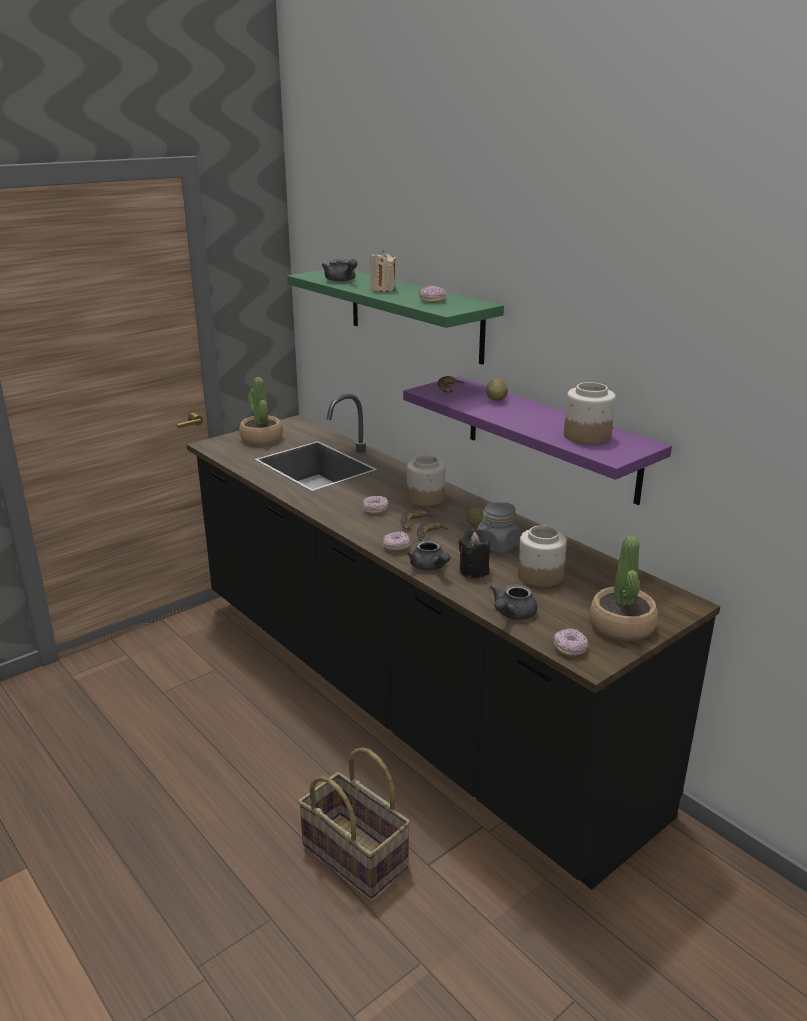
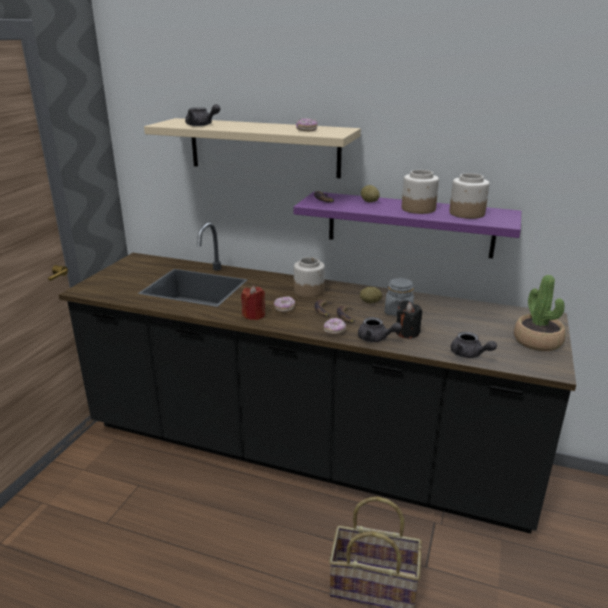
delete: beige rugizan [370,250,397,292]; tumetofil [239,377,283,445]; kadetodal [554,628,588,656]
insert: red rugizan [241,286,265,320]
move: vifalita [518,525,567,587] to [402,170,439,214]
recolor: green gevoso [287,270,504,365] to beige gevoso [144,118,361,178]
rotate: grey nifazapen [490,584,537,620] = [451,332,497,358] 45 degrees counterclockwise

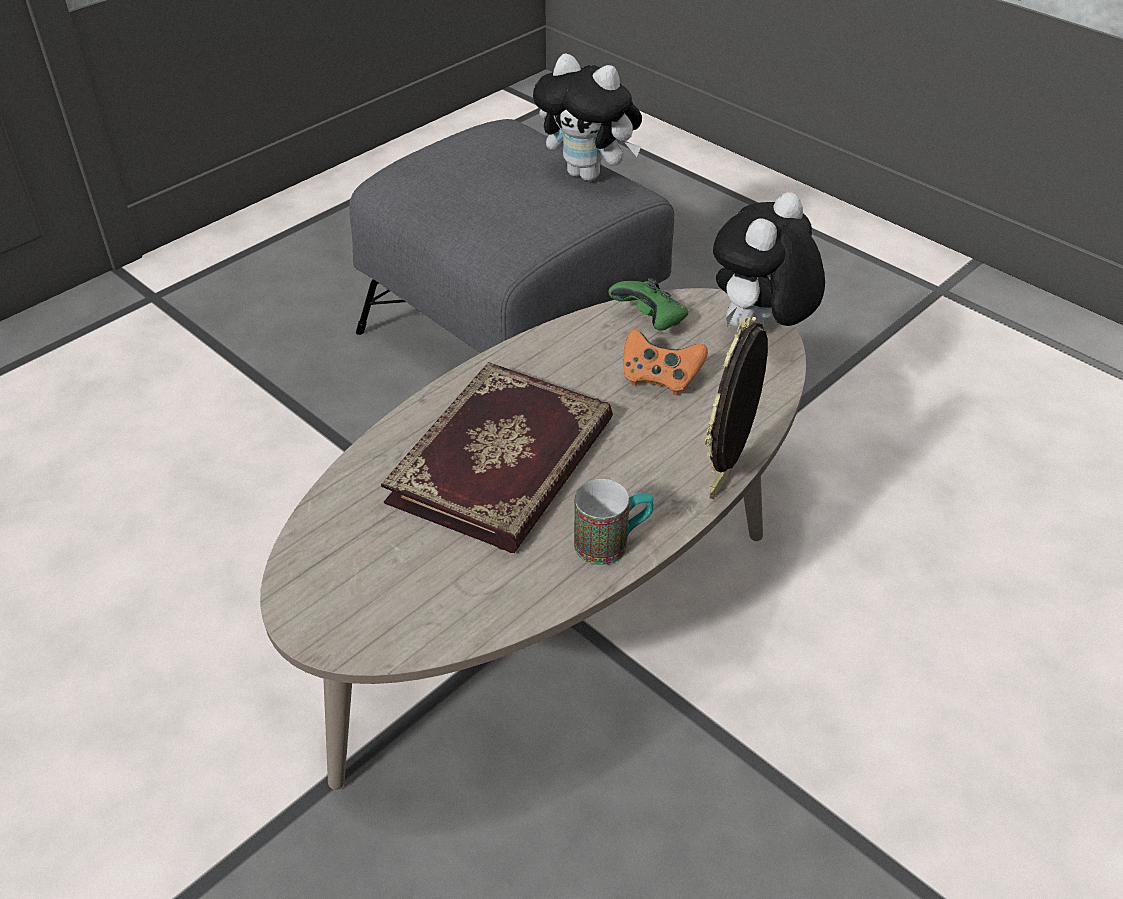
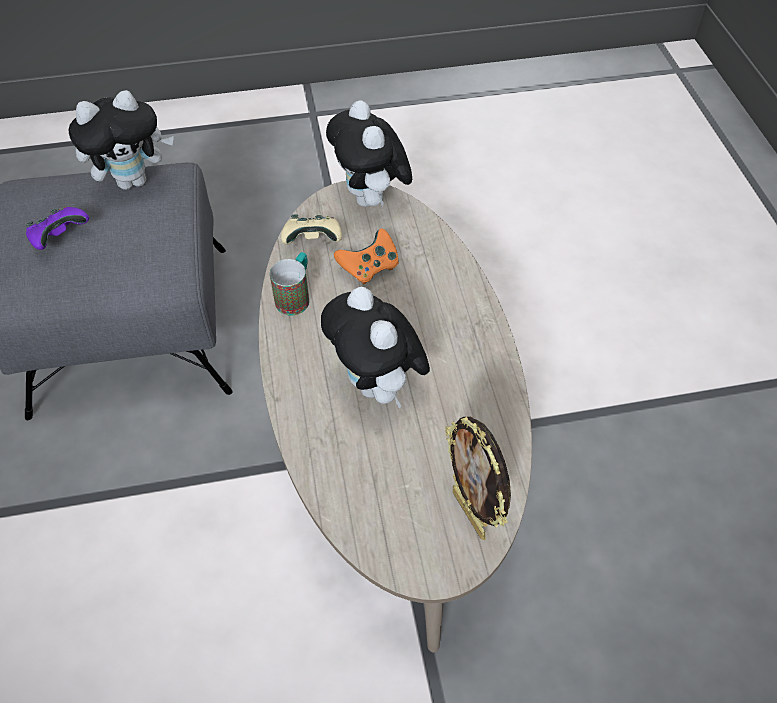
insert: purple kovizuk [26,207,89,250]
move: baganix [705,317,768,499] to [445,417,511,540]; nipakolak [574,479,653,565] to [270,252,309,315]
replace: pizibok [381,362,613,553] to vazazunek [321,287,430,409]
recolor: green kovizuk [609,278,689,331] to beige kovizuk [281,214,342,244]

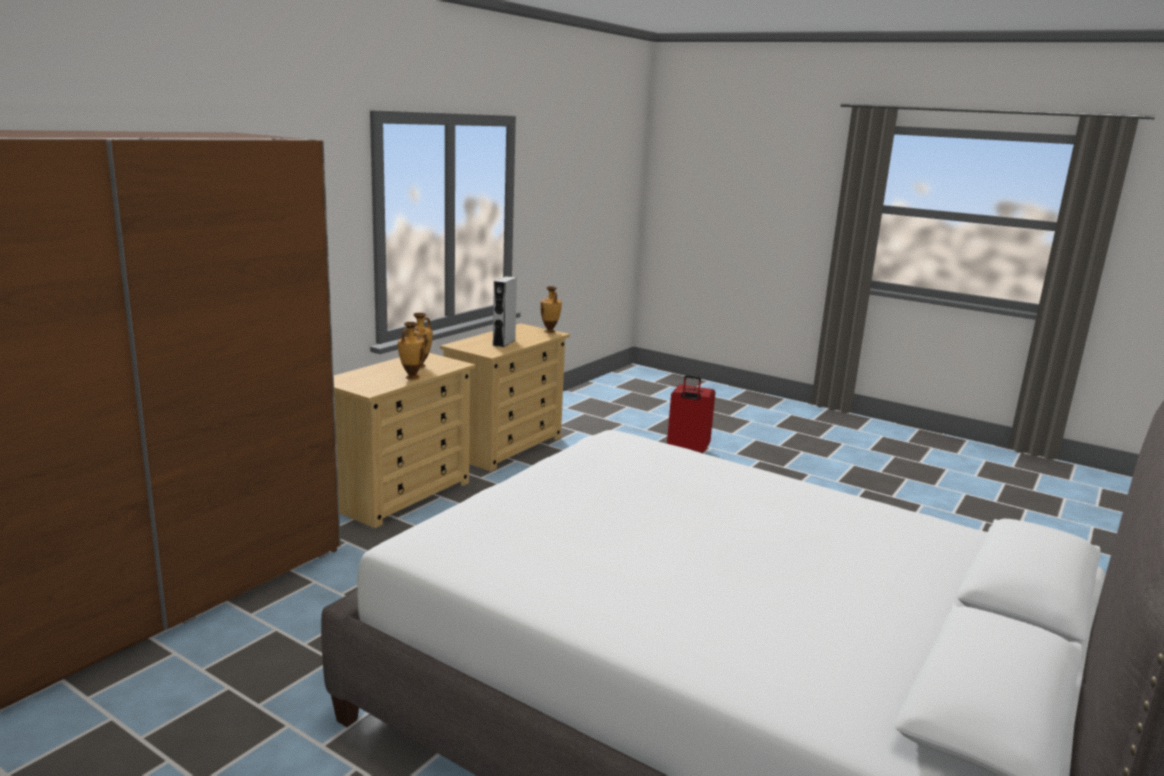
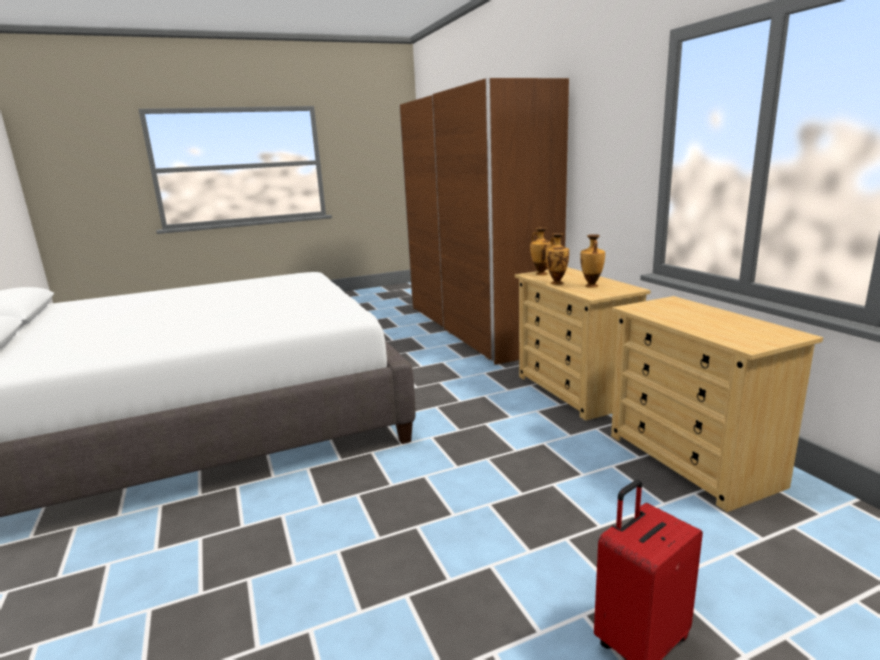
delete: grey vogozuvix [492,276,517,347]
move: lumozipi [540,286,562,333] to [530,227,551,275]

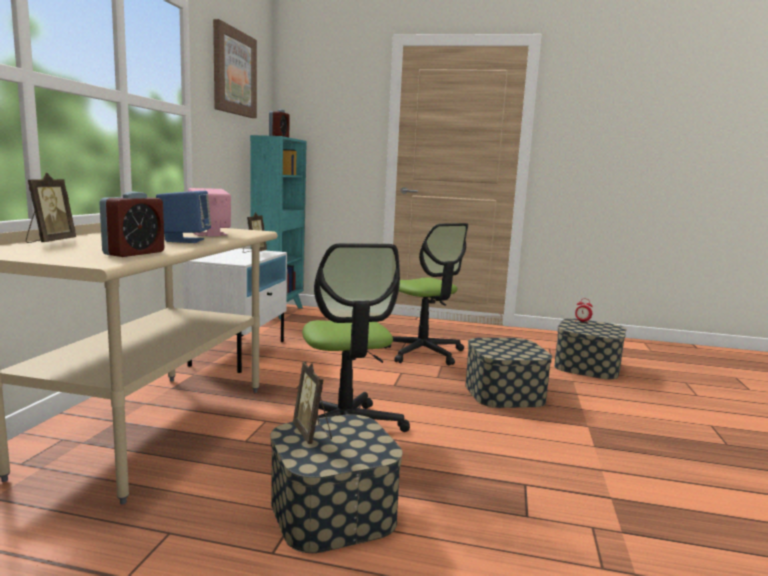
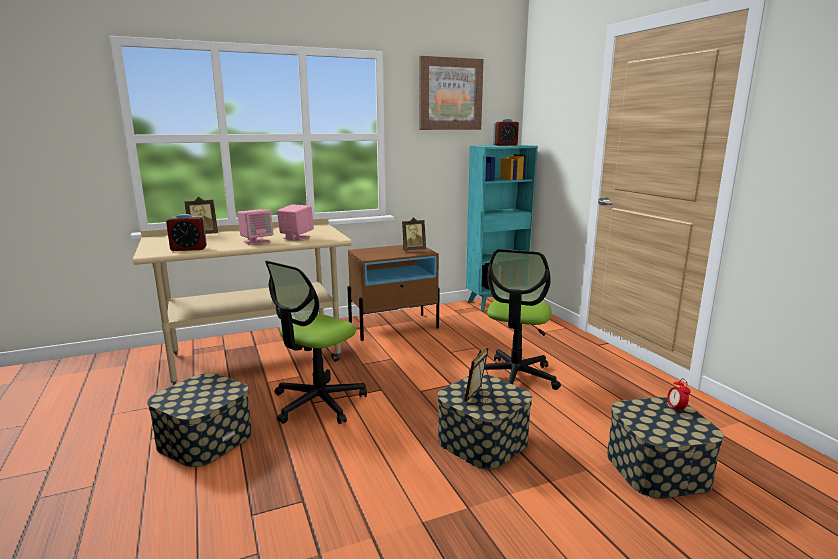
move: baganix [293,362,332,444] to [464,347,493,405]
recolor: blue vogozuvix [156,191,211,243] to pink vogozuvix [237,209,274,245]; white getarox [183,248,287,373] to brown getarox [347,245,440,341]

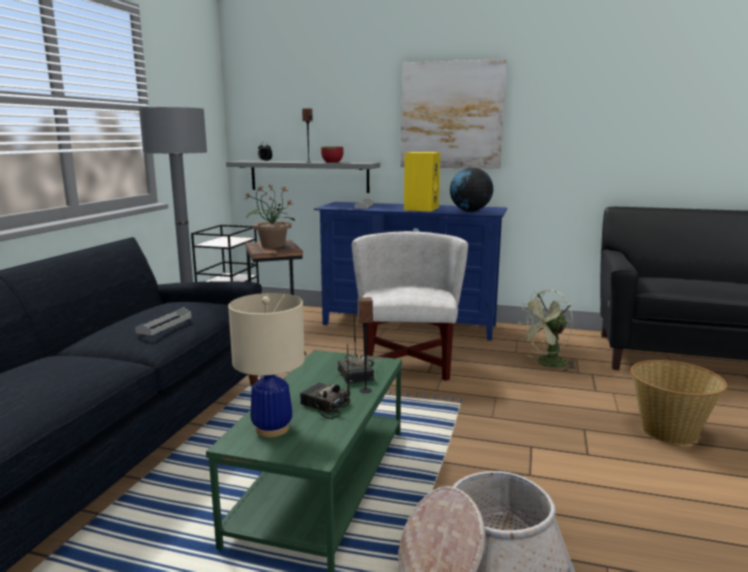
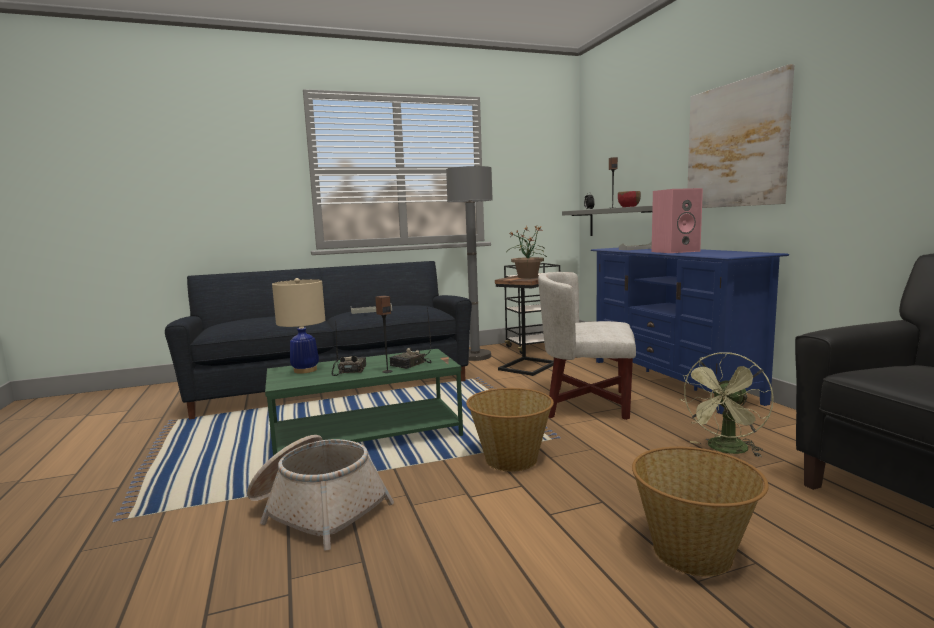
delete: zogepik [450,168,493,212]
insert: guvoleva [466,388,554,471]
recolor: yellow vogozuvix [404,152,440,212] to pink vogozuvix [652,188,703,253]
rotate: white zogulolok [352,231,468,381] = [538,272,636,420] 135 degrees counterclockwise; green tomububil [518,290,575,371] = [679,352,774,457] 75 degrees counterclockwise

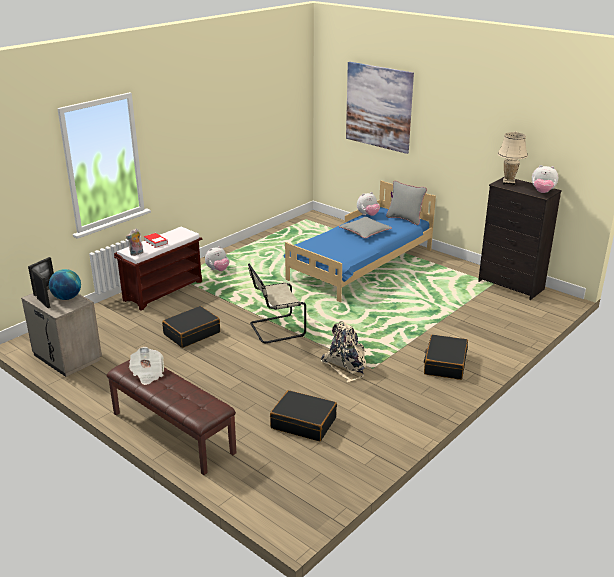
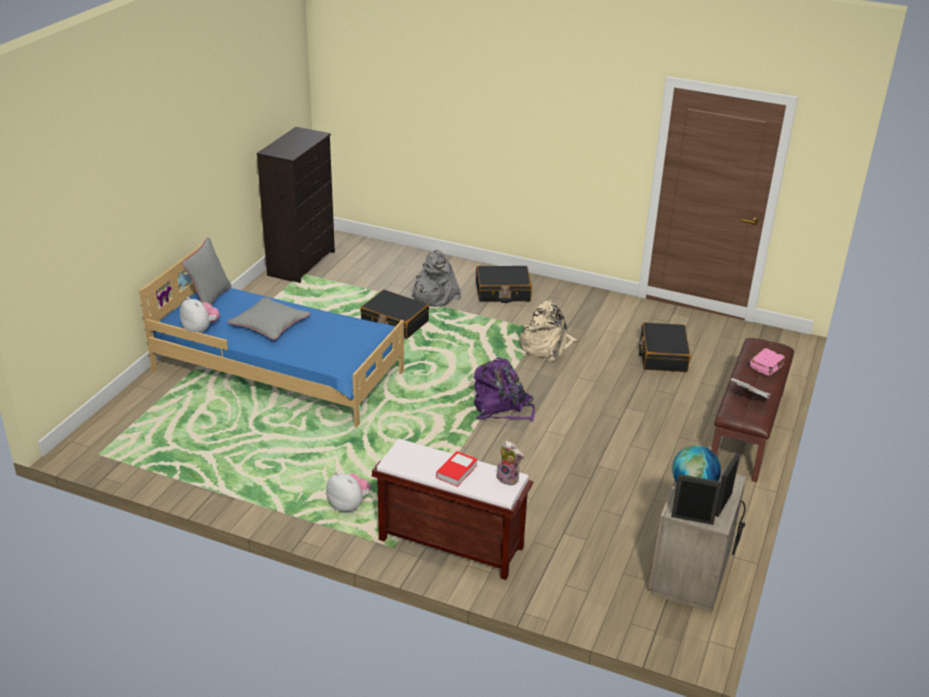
delete: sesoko [346,62,414,154]; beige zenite [497,131,528,185]; vazazunek [532,165,558,193]
insert: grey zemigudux [411,250,461,307]; pink pizibok [750,348,785,376]
move: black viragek [162,306,220,348] to [360,290,429,339]
replace: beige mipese [248,263,306,343] to purple zemigudux [474,357,535,421]

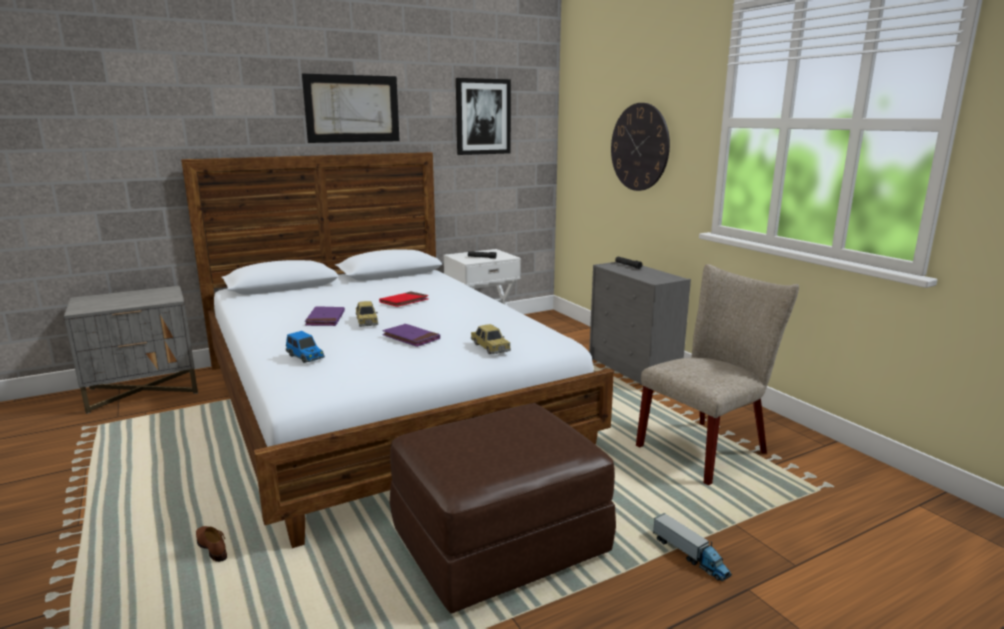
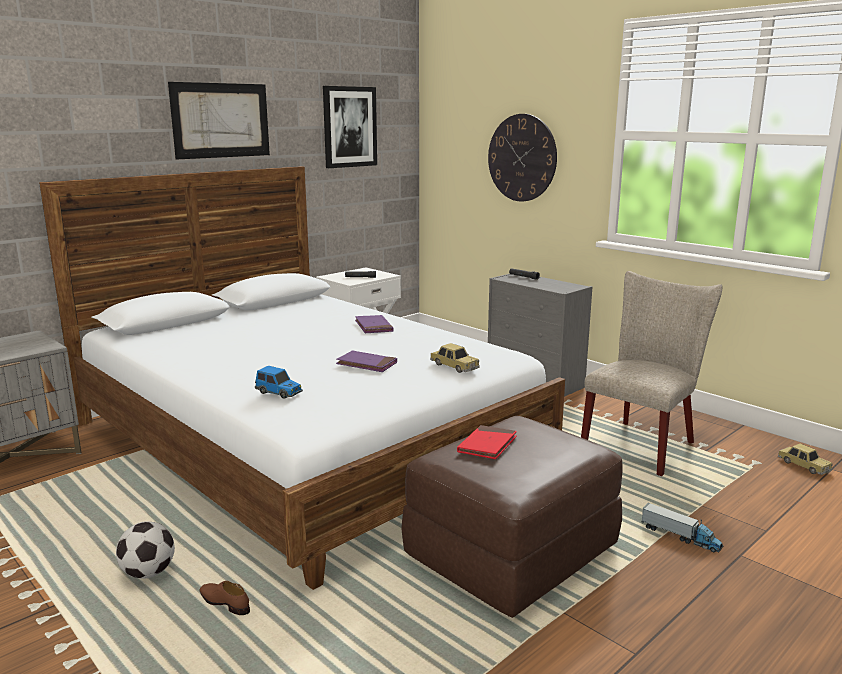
insert: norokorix [116,521,175,579]
move: red pizibok [379,291,428,307] to [457,425,517,459]; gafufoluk [356,301,378,327] to [778,444,833,475]; purple pizibok [305,306,345,326] to [355,315,394,333]

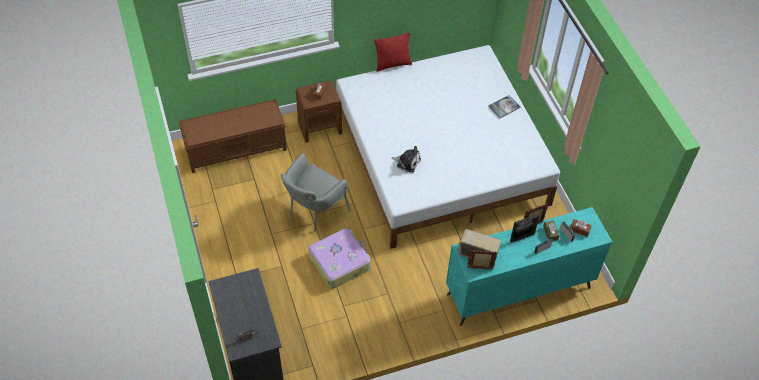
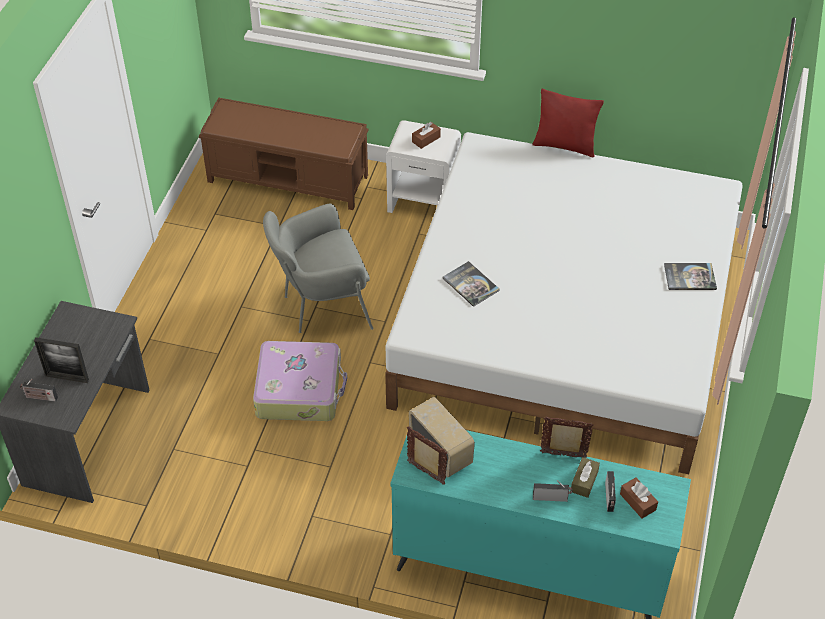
move: baganix [510,214,539,243] to [34,337,89,383]
replace: vazazunek [391,146,421,173] to pizibok [442,261,500,307]
recolor: brown getarox [296,81,342,143] to white getarox [386,120,461,213]

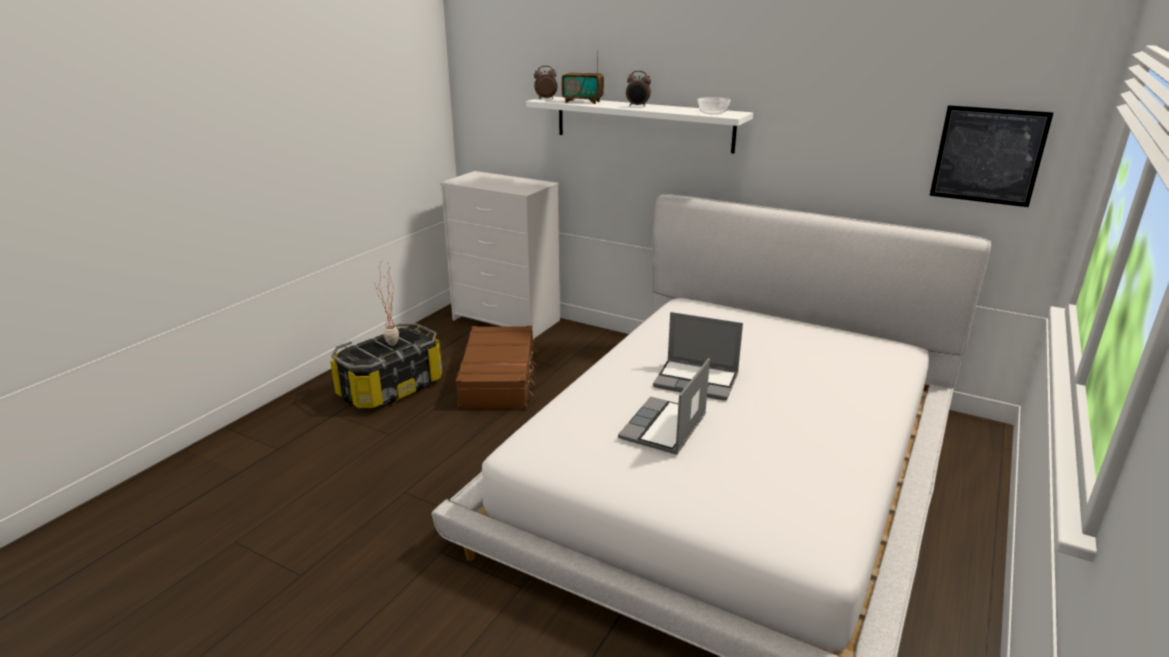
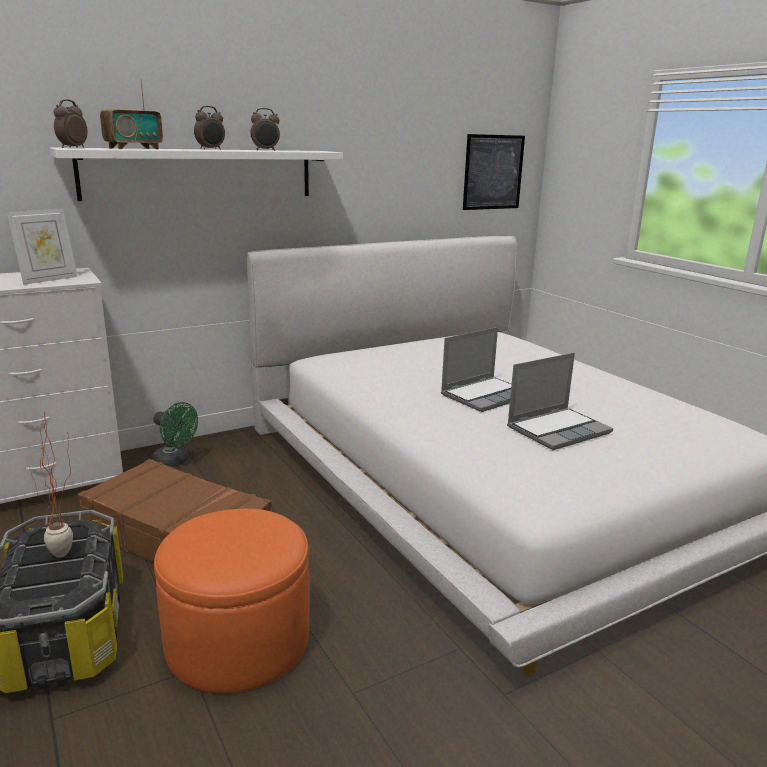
delete: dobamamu [698,97,730,114]
insert: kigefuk [250,108,280,151]; baganix [6,208,78,285]; green tomububil [153,402,198,467]; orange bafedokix [154,509,310,693]
rotate: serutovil [618,358,710,455] = [507,353,613,450] 90 degrees counterclockwise

